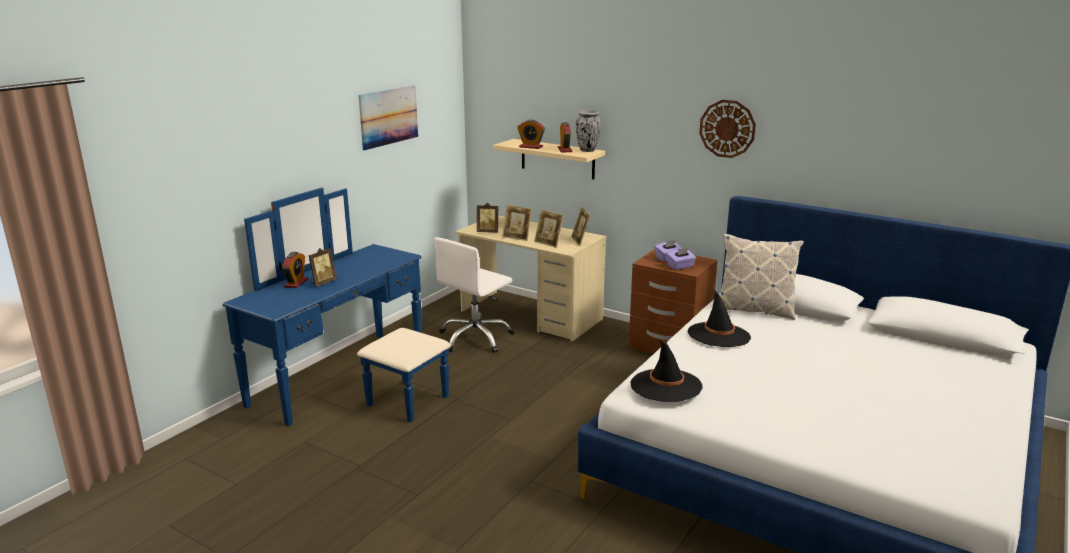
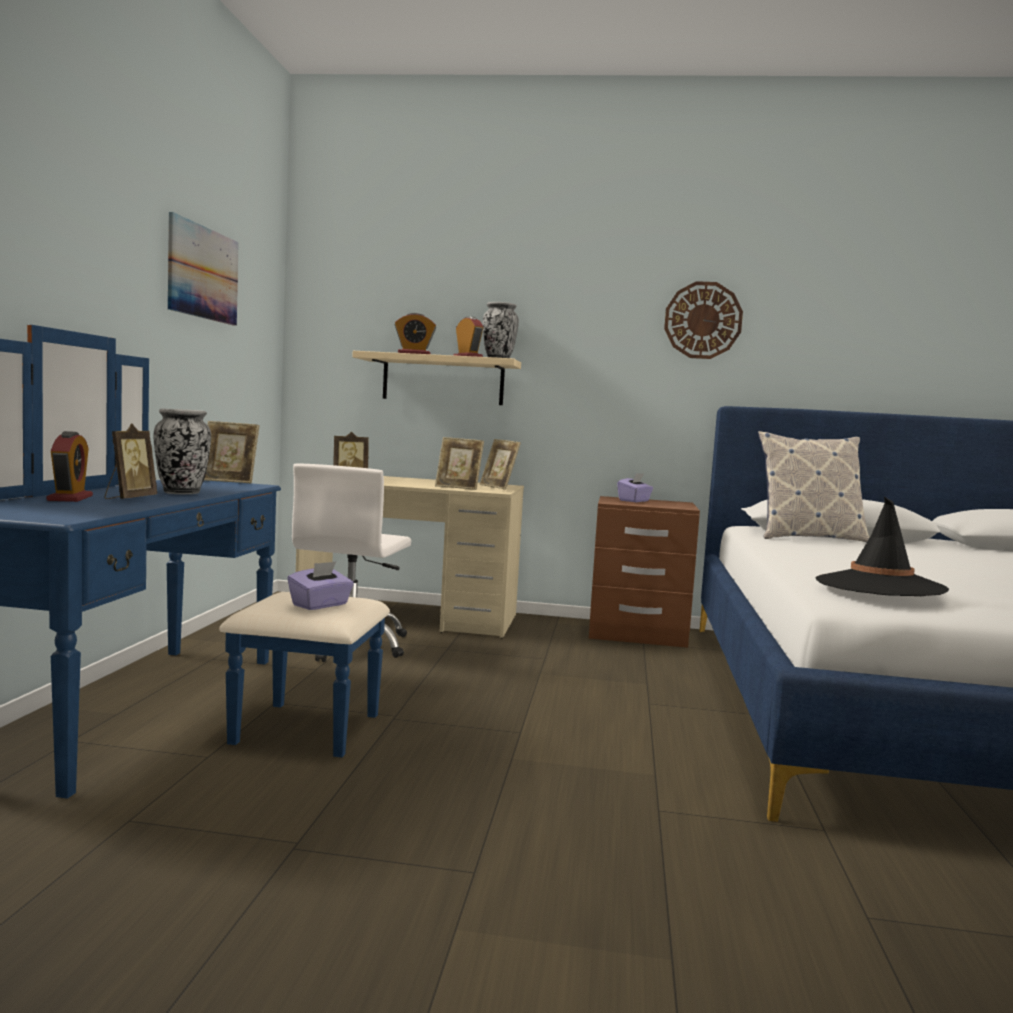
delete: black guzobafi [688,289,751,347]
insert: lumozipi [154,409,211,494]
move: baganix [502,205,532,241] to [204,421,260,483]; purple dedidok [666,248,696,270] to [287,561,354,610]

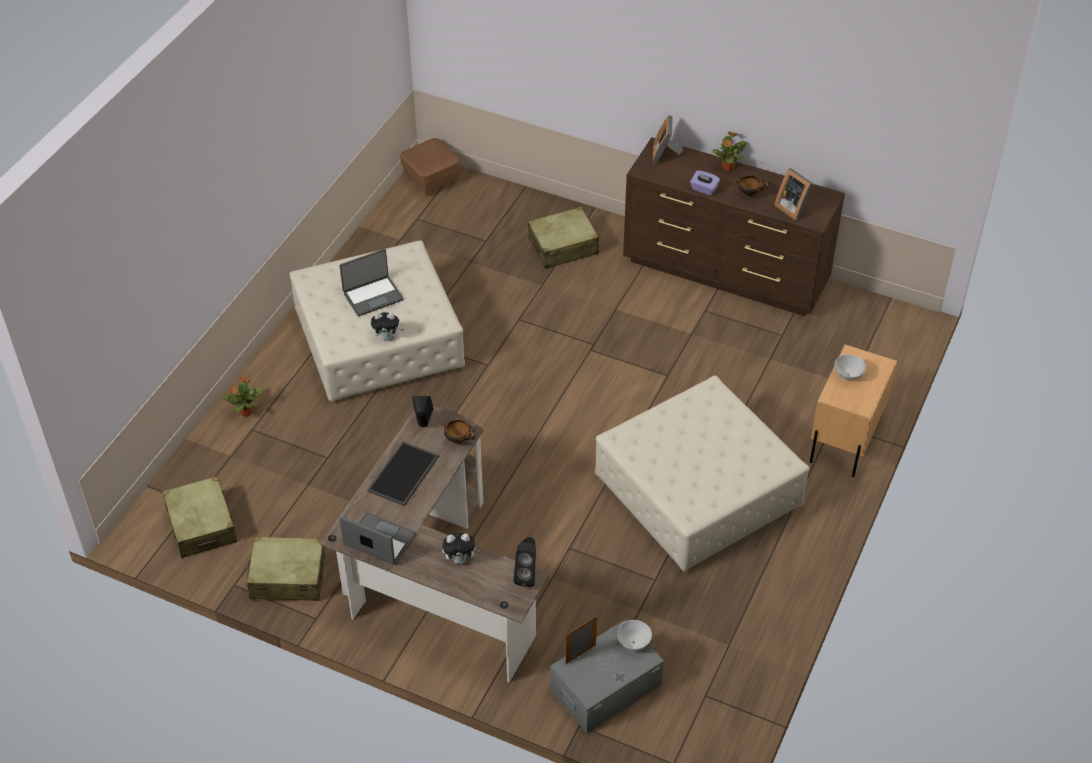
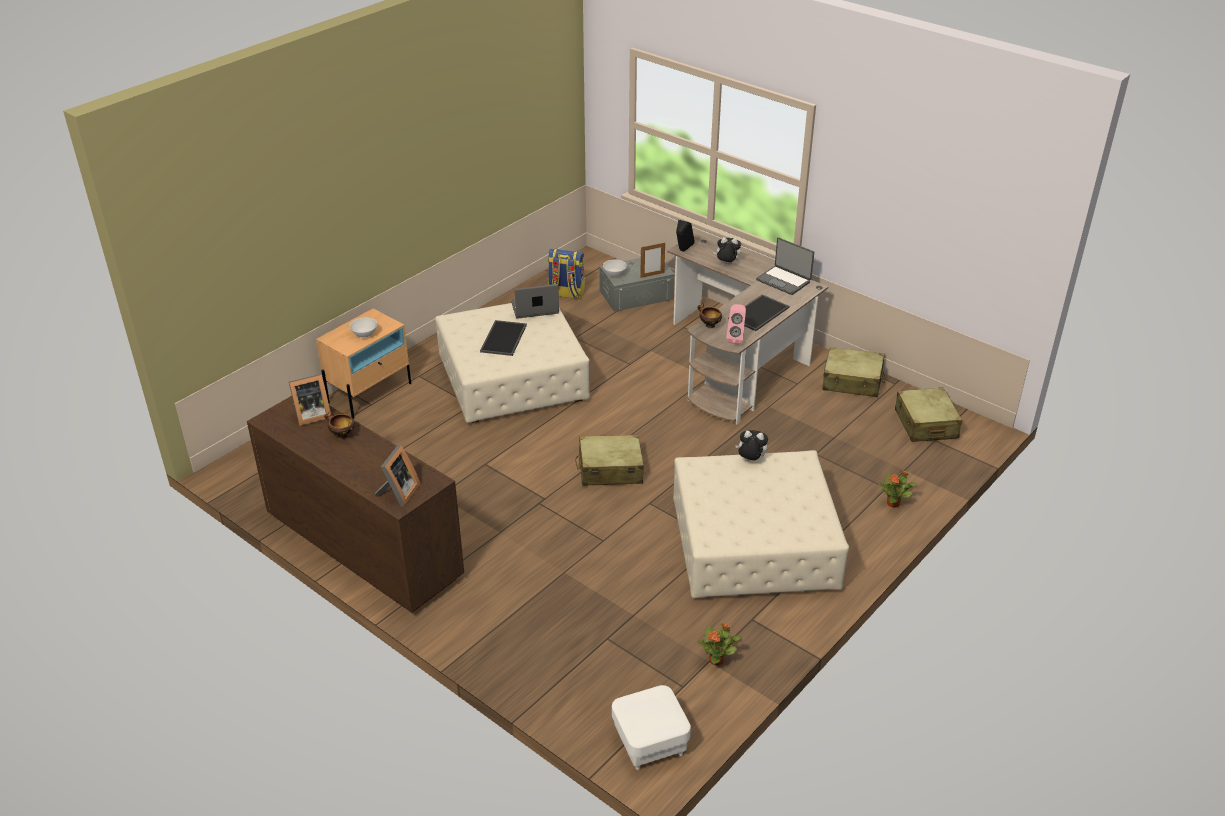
delete: purple dedidok [690,170,720,195]
insert: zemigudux [548,249,585,299]; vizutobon [480,320,527,356]
move: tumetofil [712,132,747,171] to [697,623,741,666]; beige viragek [528,207,599,269] to [575,434,644,486]; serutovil [339,249,403,316] to [511,284,559,319]
recolor: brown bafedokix [400,138,460,197] to white bafedokix [612,685,691,770]; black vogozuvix [412,396,433,427] to pink vogozuvix [726,304,746,345]
rotate: baganix [774,168,813,221] = [289,374,330,426] 90 degrees clockwise

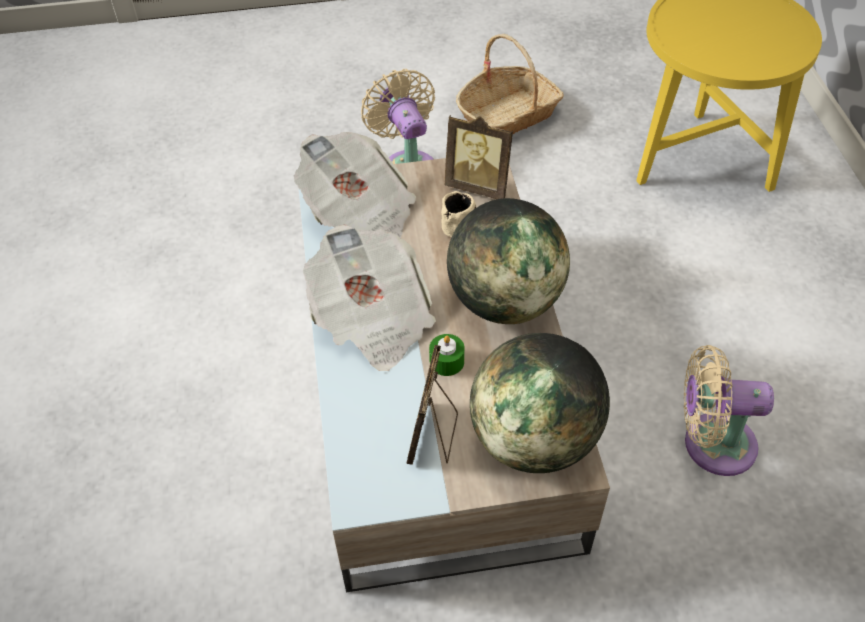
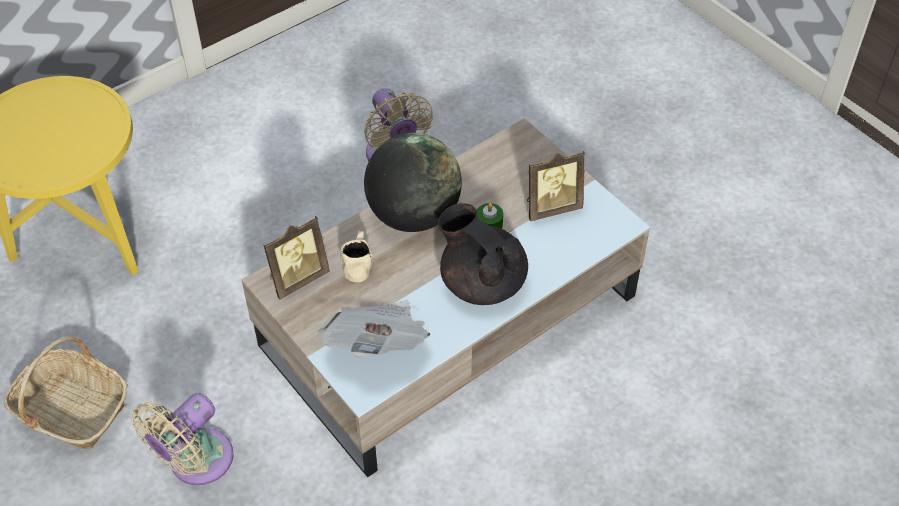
delete: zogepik [470,333,610,473]
replace: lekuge [303,224,436,371] to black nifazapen [438,203,528,305]
rotate: baganix [444,115,513,199] = [263,216,330,300] 60 degrees clockwise

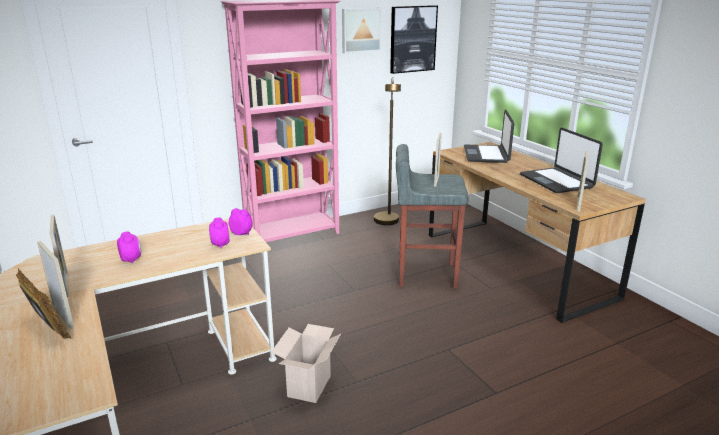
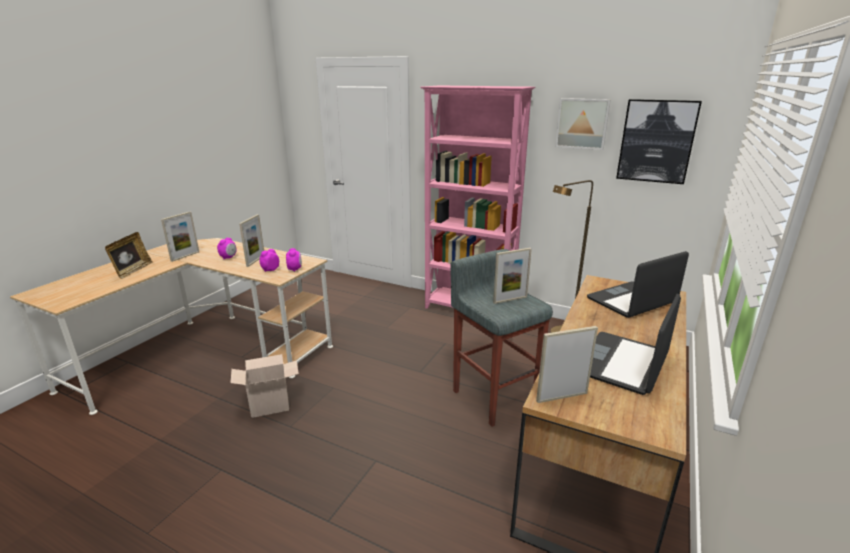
move: baganix [37,241,74,329] to [239,214,264,267]

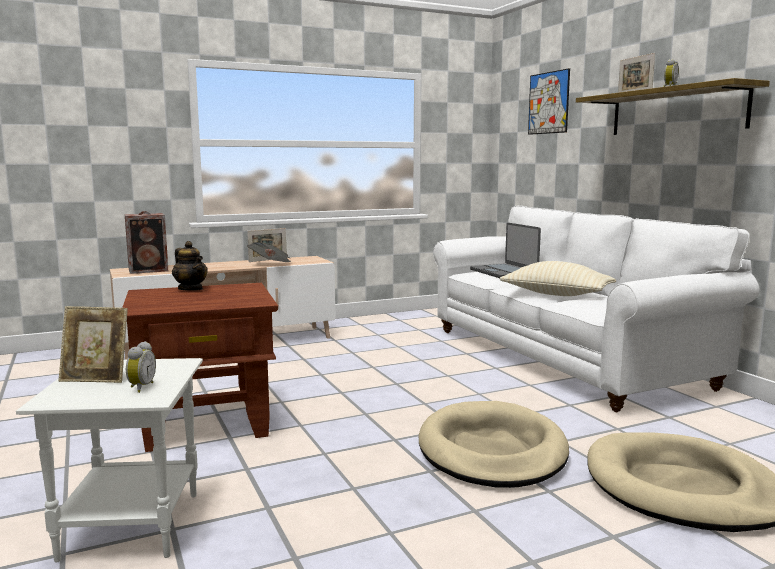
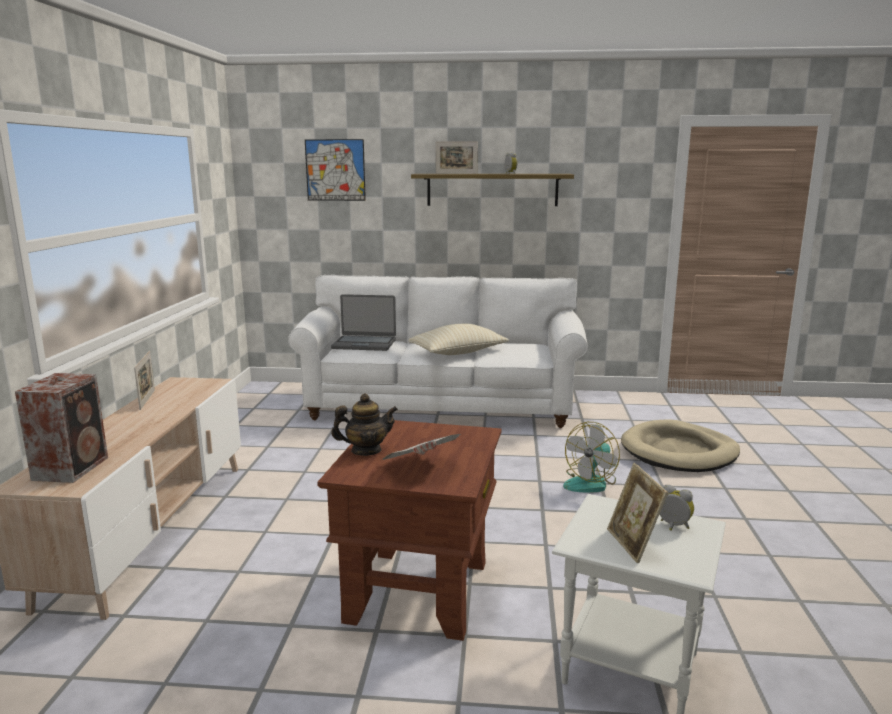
move: lekuge [247,242,291,262] to [383,434,461,460]
replace: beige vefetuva [419,401,569,488] to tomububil [563,422,620,492]
rotate: baganix [58,306,128,383] = [607,463,668,563] 135 degrees clockwise

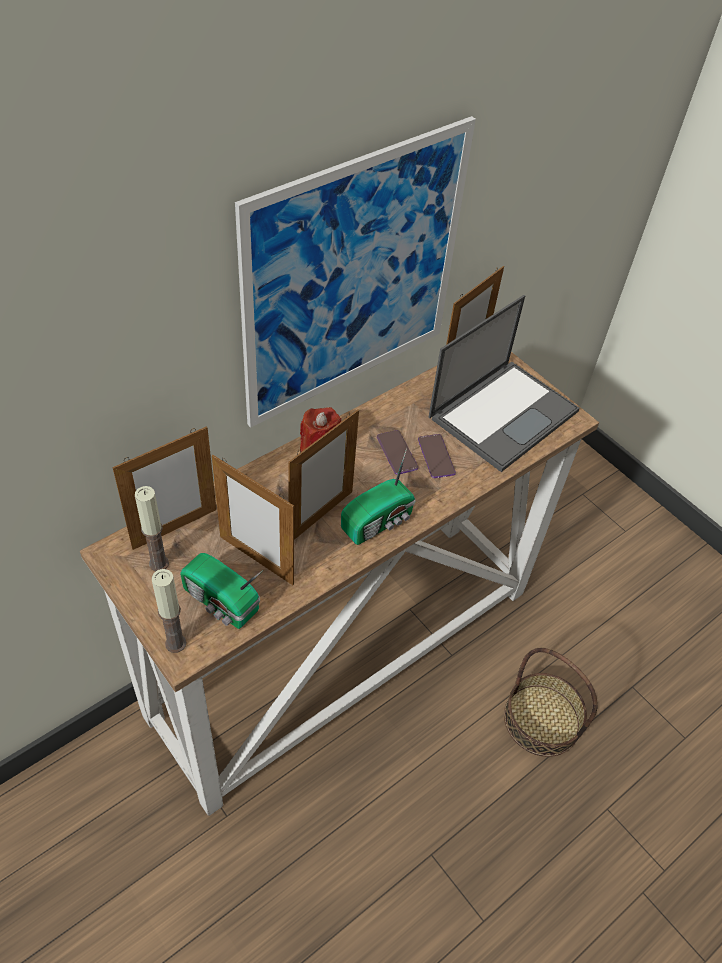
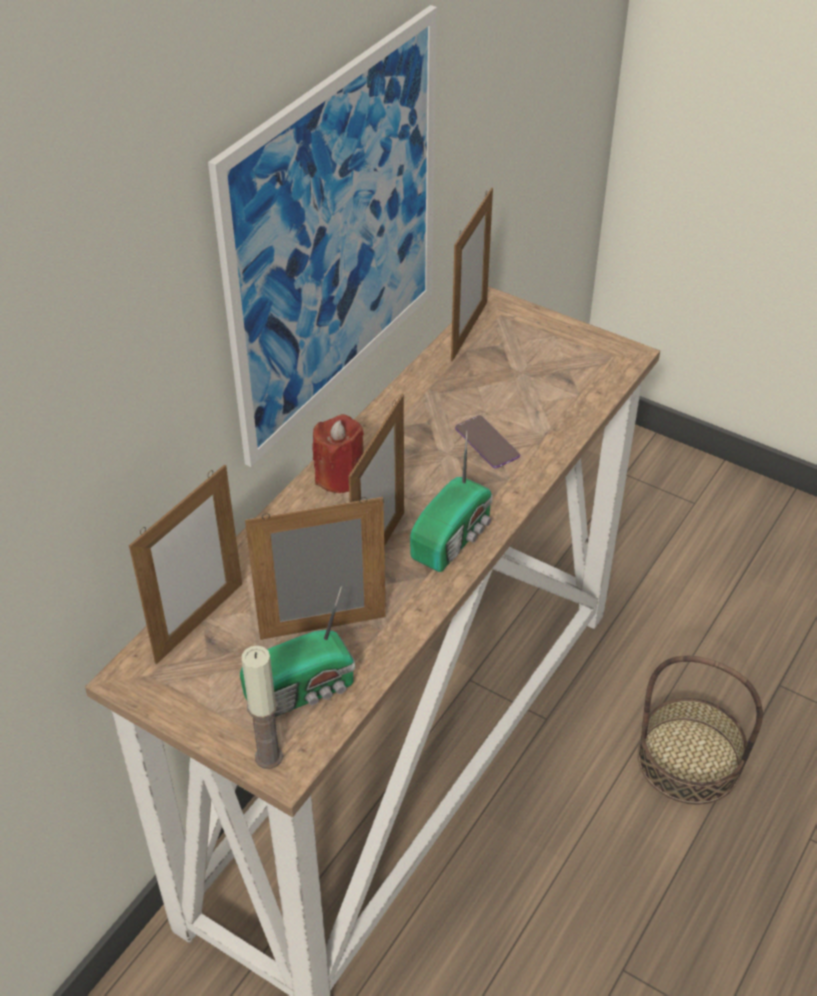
delete: serutovil [429,295,580,472]; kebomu [377,430,418,475]; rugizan [135,486,169,571]
rotate: baganix [212,455,294,585] = [245,497,386,640] 150 degrees clockwise; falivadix [180,553,263,629] = [240,586,355,717] 45 degrees counterclockwise

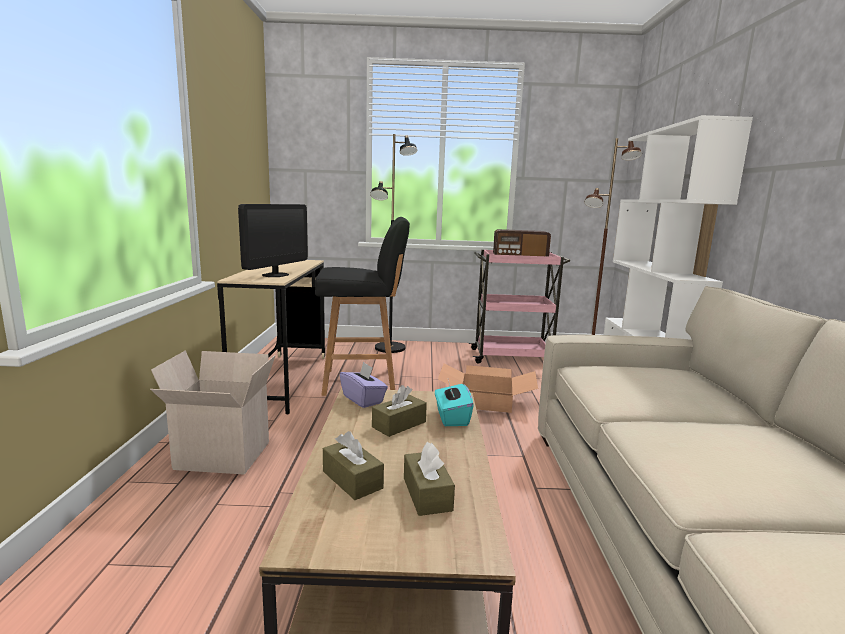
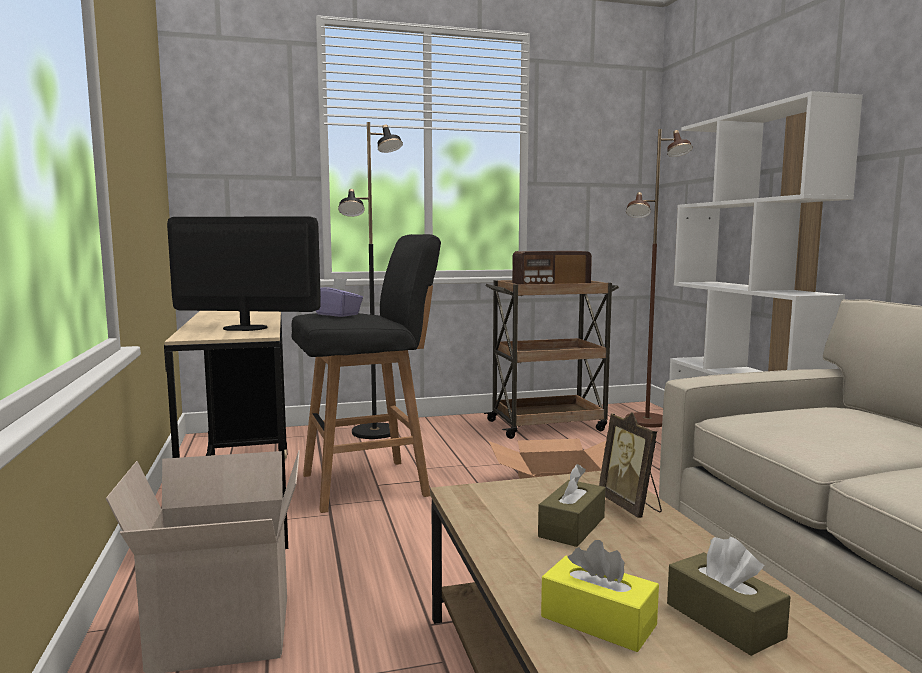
move: purple dedidok [340,362,388,408] to [316,278,363,317]
replace: turquoise dedidok [435,380,474,426] to baganix [599,412,662,518]
recolor: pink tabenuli [469,249,570,364] to brown tabenuli [484,280,619,439]; brown dedidok [323,431,384,500] to yellow dedidok [541,540,659,652]
rotate: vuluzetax [238,204,308,277] = [167,216,321,331] 90 degrees counterclockwise

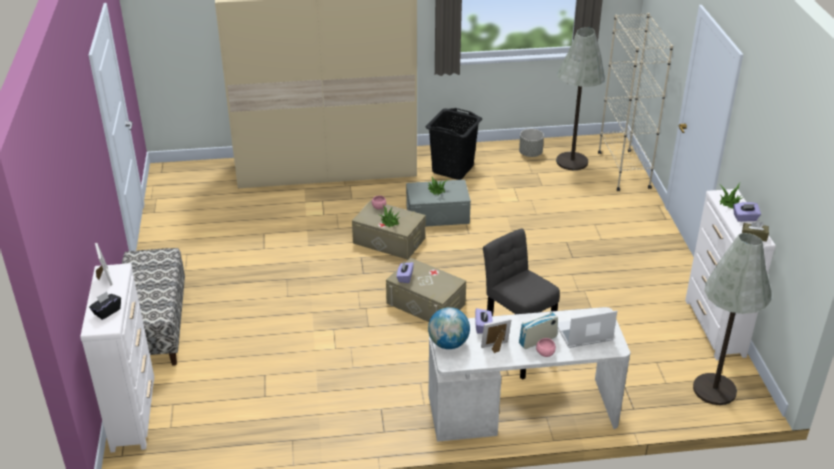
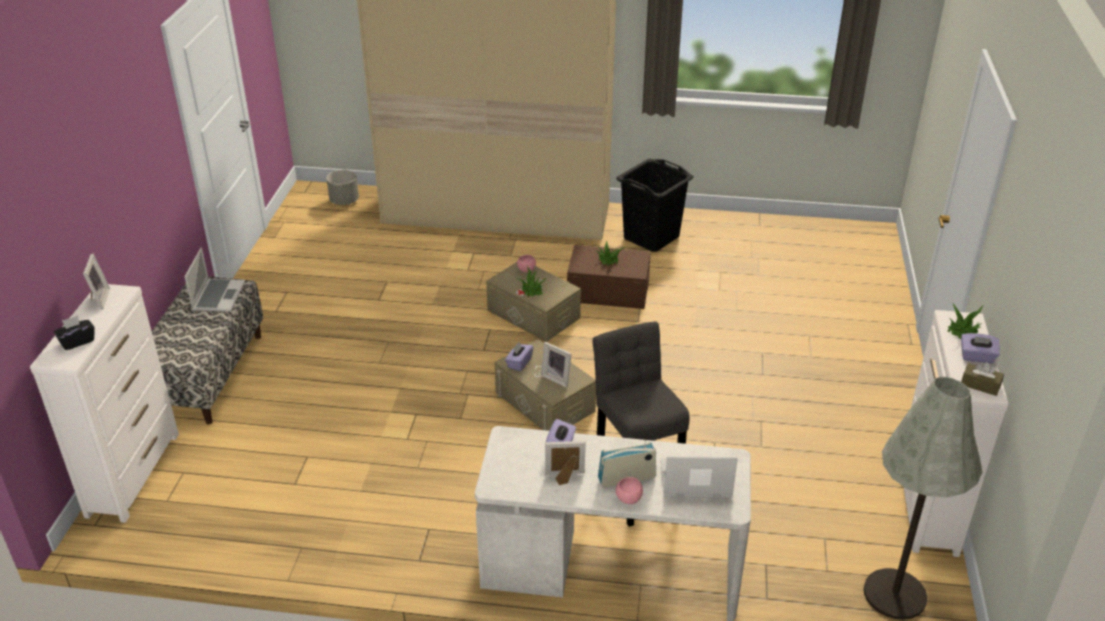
delete: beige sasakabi [598,13,673,191]; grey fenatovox [556,27,605,170]; zogepik [428,307,470,349]
insert: serutovil [185,247,245,312]; baganix [541,342,572,387]
move: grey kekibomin [519,129,544,157] to [327,170,359,205]
recolor: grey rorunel [406,180,471,226] to brown rorunel [567,245,651,309]

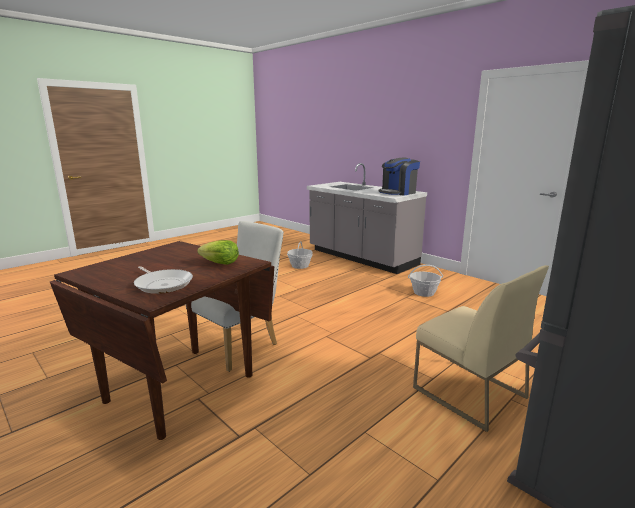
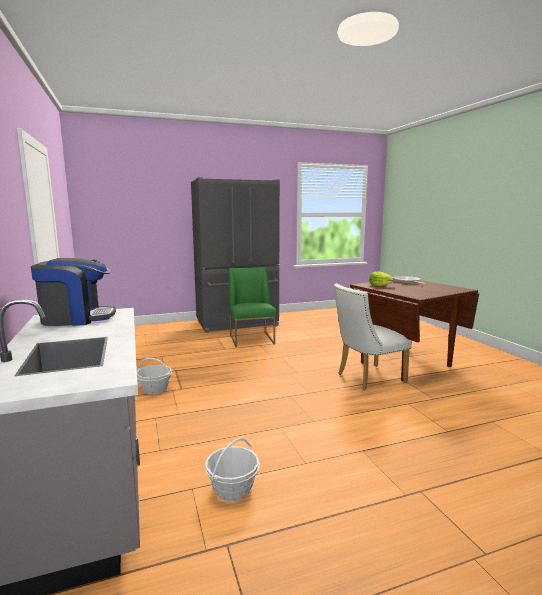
recolor: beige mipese [413,265,549,432] to green mipese [229,267,276,348]

